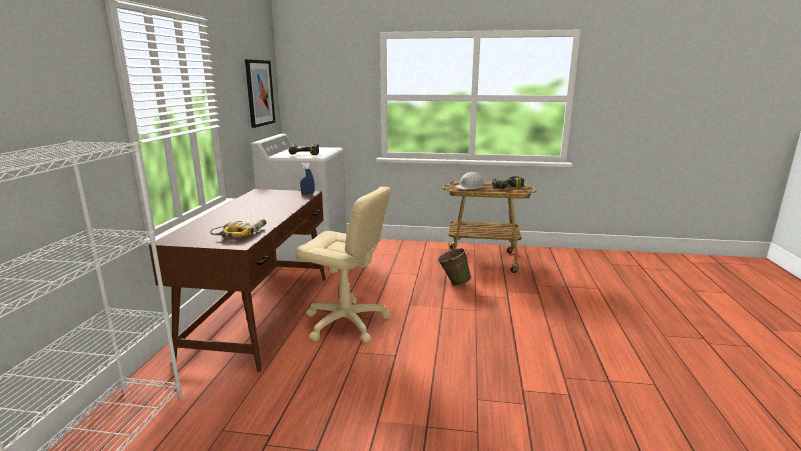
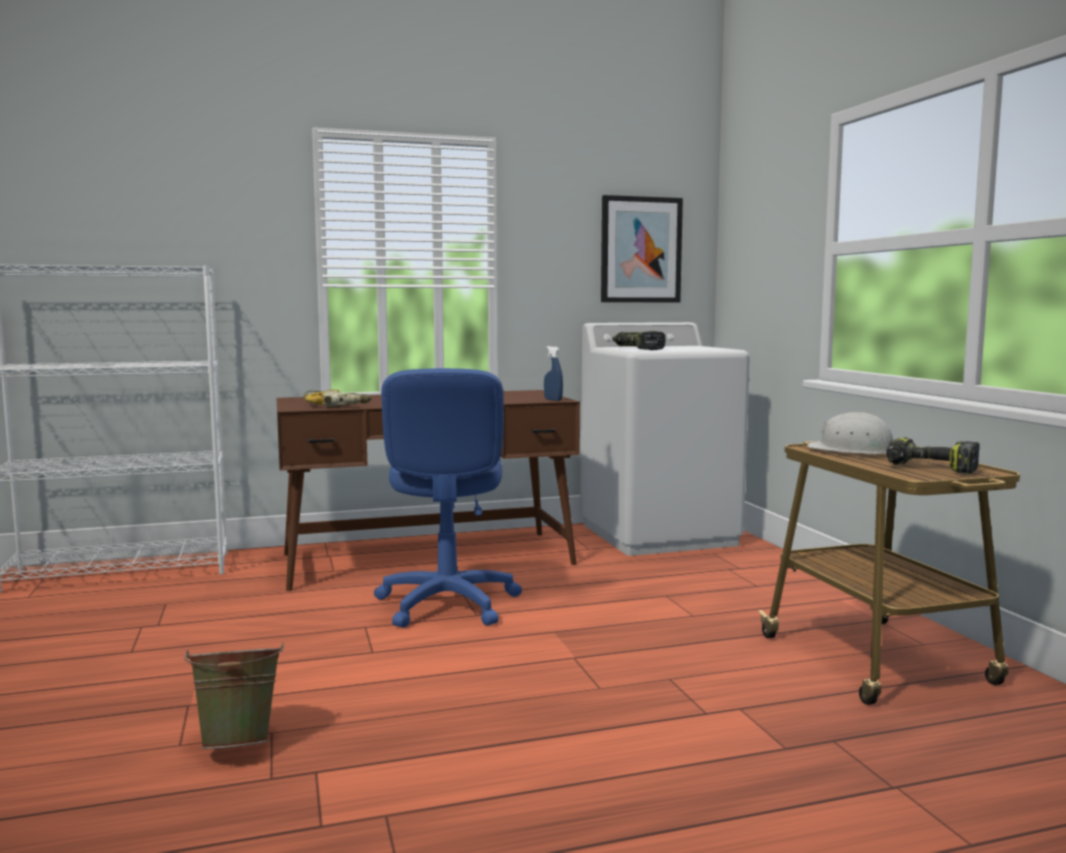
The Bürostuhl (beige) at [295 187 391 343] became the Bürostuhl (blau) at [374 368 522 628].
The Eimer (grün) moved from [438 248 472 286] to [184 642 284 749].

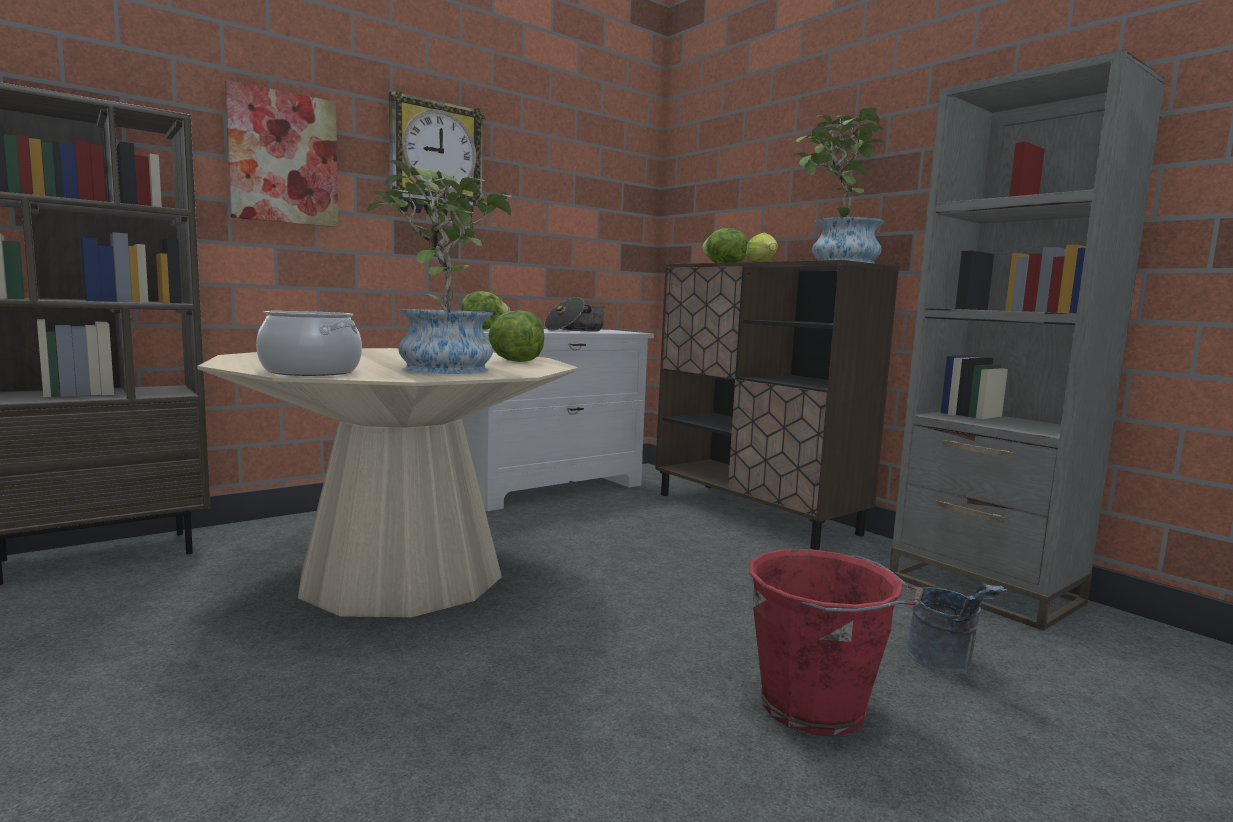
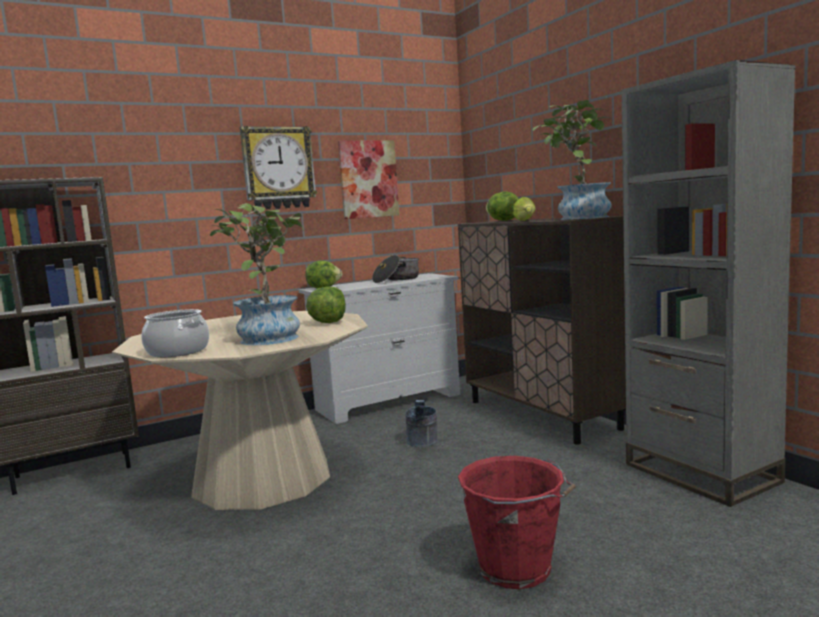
The Bild moved from [225 80 338 227] to [338 140 399 219].
The Eimer (grau) moved from [906 584 1008 673] to [405 400 437 447].

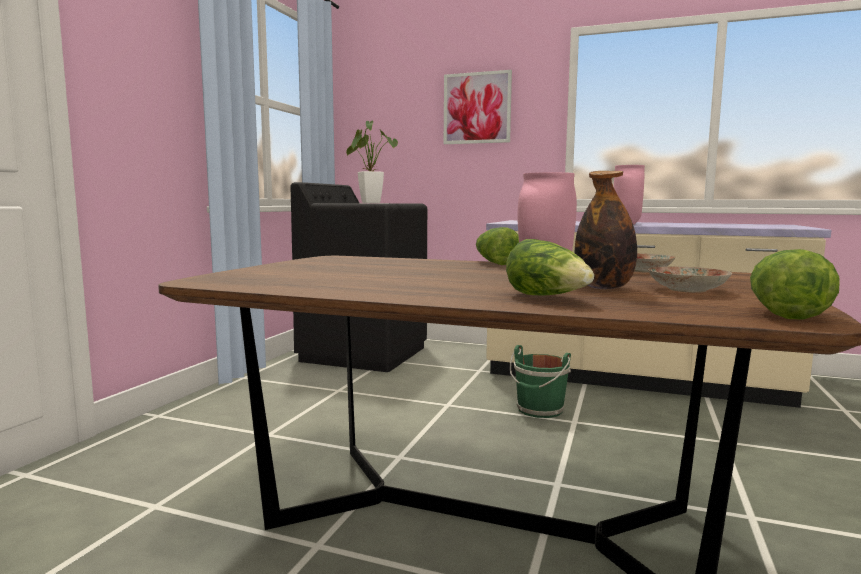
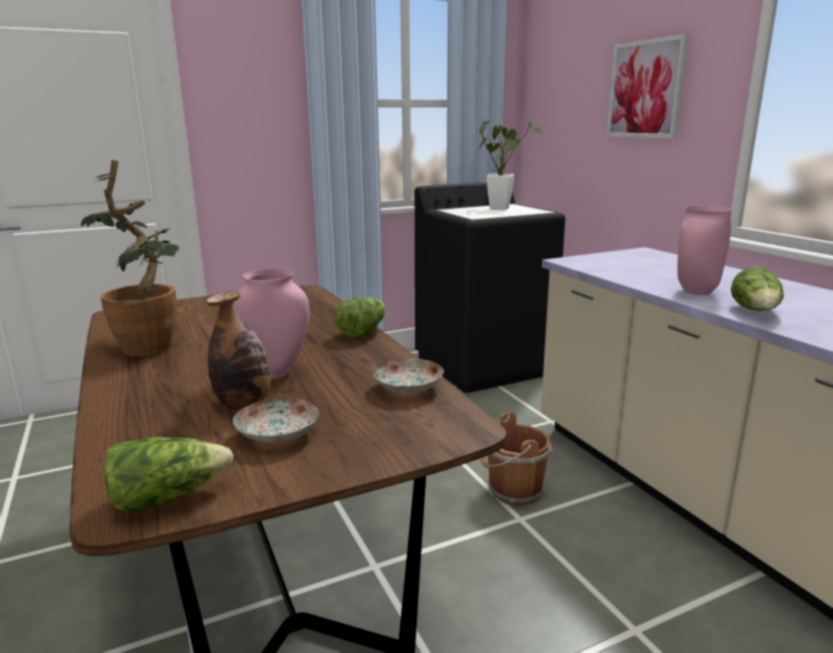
The Salatkopf moved from [506 239 594 295] to [731 266 784 311].
The Eimer (grün) at [510 345 571 418] became the Eimer (braun) at [480 412 553 505].
The Topfpflanze at [81 160 179 356] appeared.

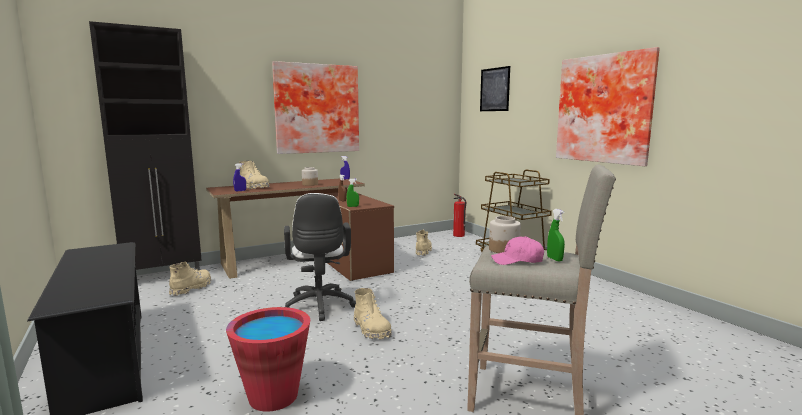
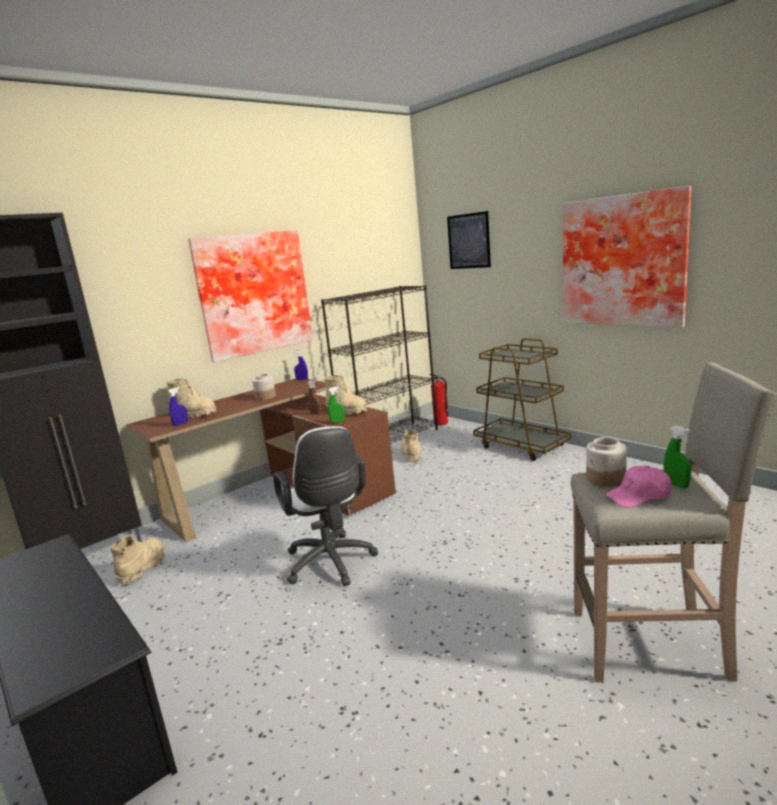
The Eimer (rot) at [226 307 310 412] disappeared.
The Stiefel (beige) moved from [354 288 392 340] to [324 375 367 415].
The Bücherregal (schwarz) at [321 285 438 443] appeared.

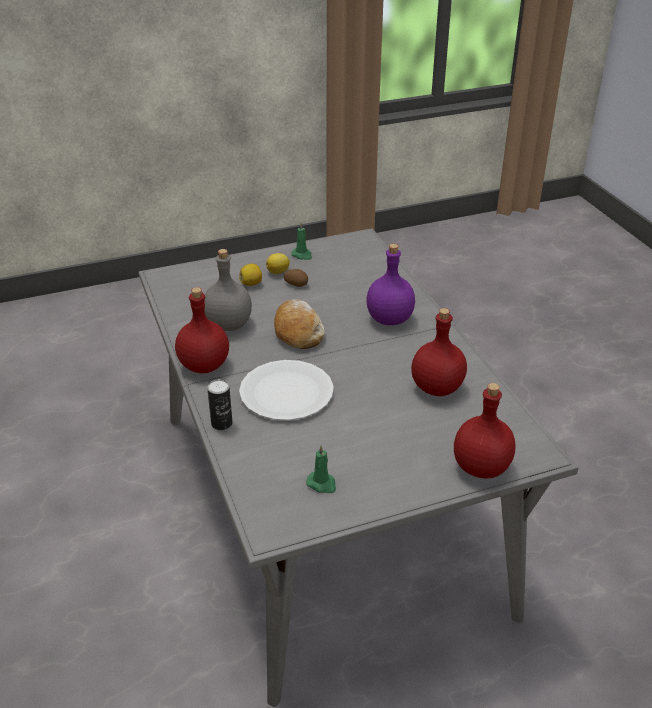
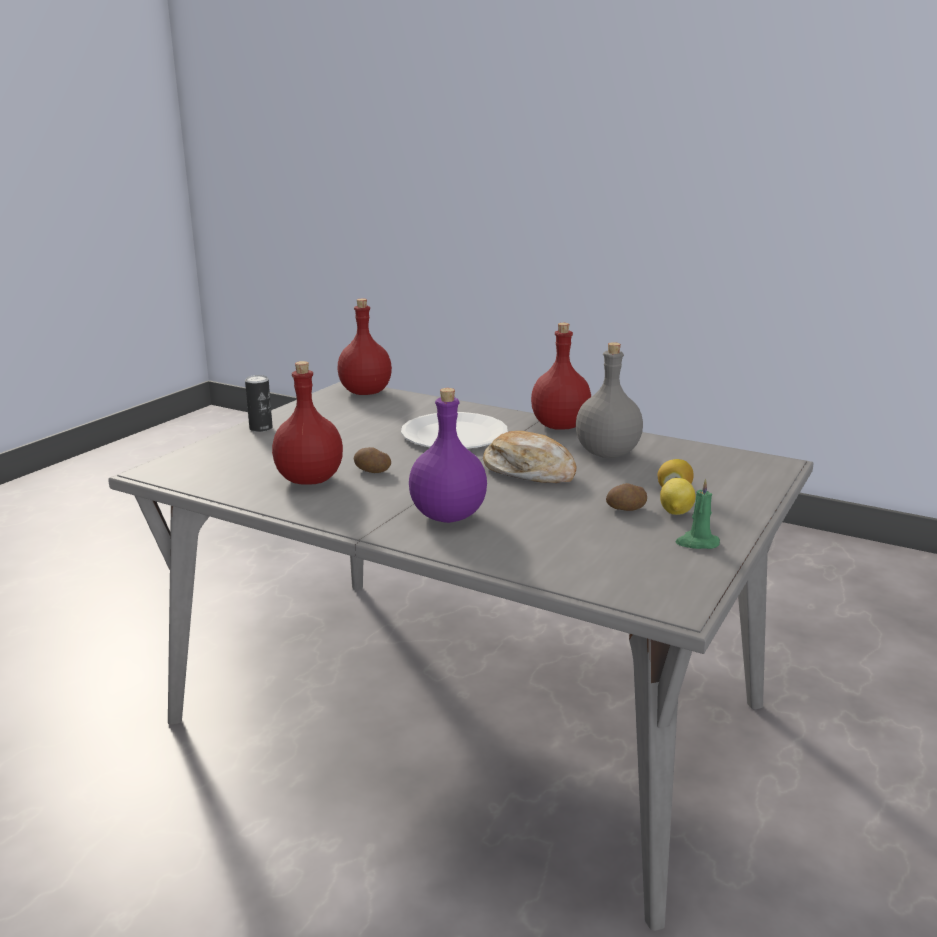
The Dose moved from [207 379 233 430] to [245 375 273 432].
The Kerze (grün) at [306 445 336 493] disappeared.
The Flasche (rot) moved from [454 383 515 479] to [337 299 392 395].
The Kartoffel at [354 447 391 473] appeared.

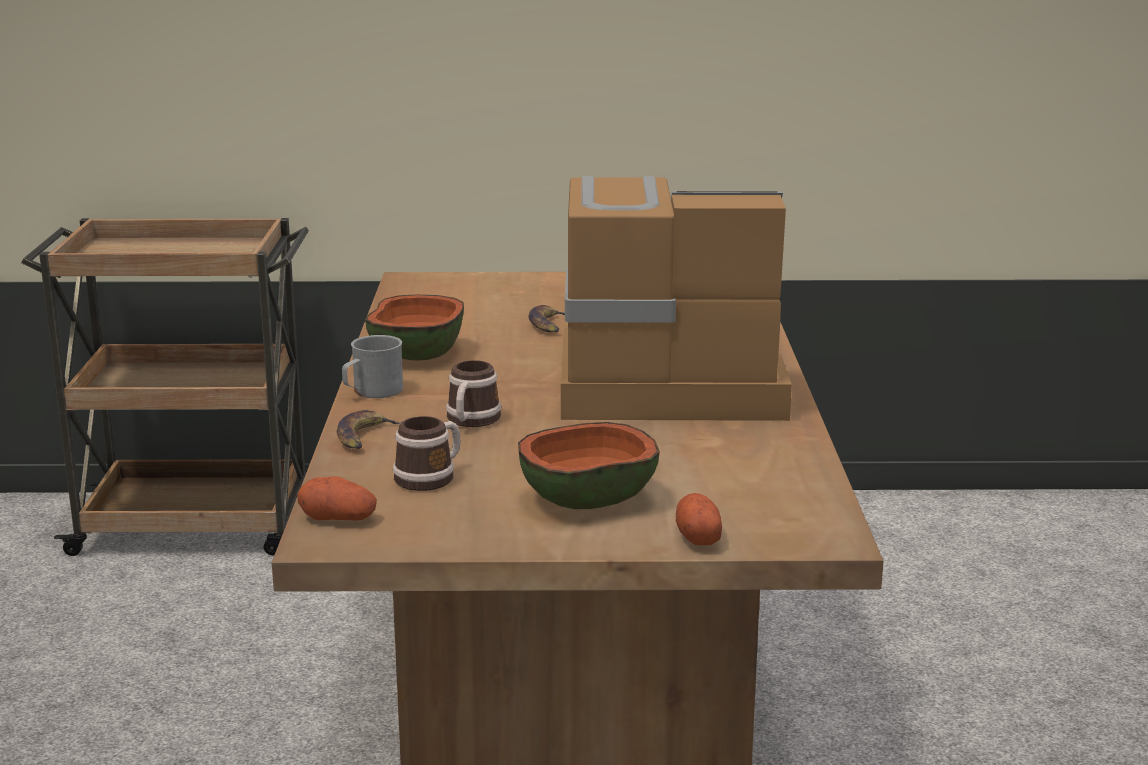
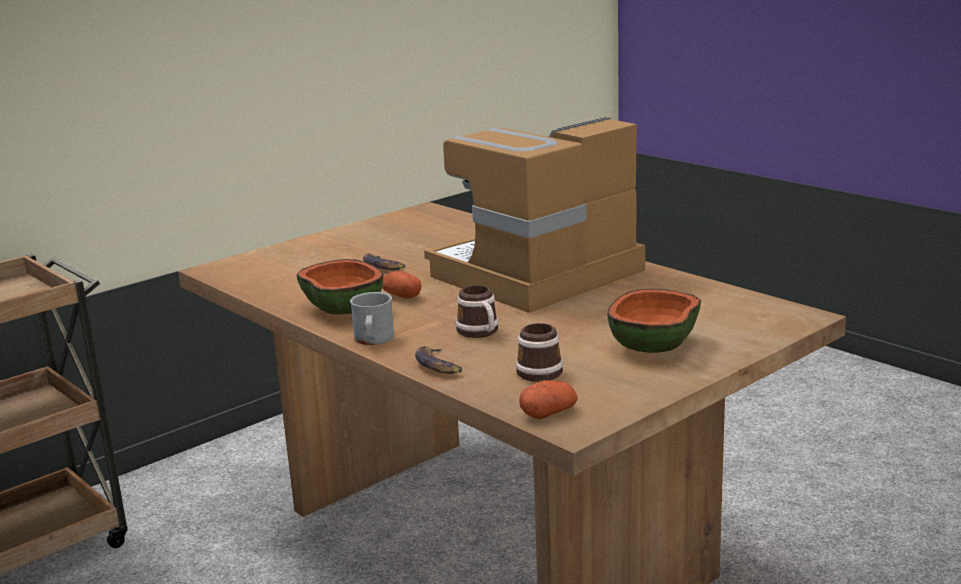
The Kartoffel moved from [676 493 722 545] to [382 271 421 299].

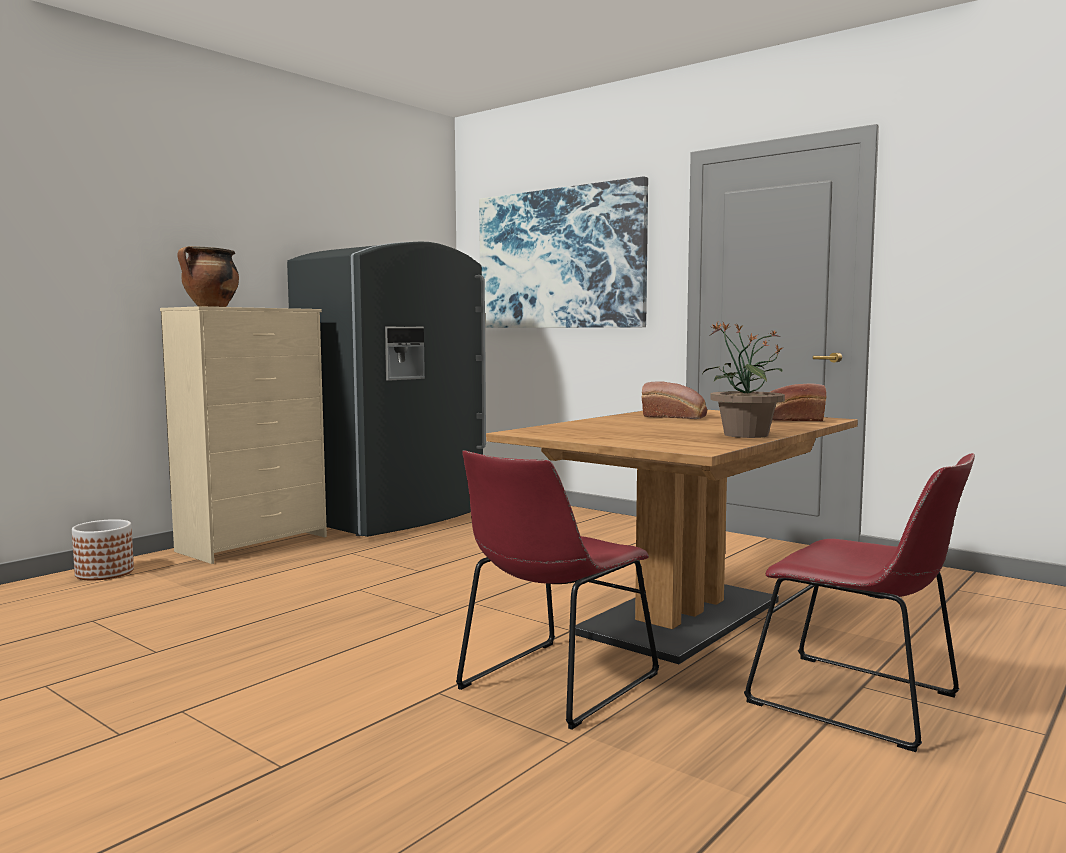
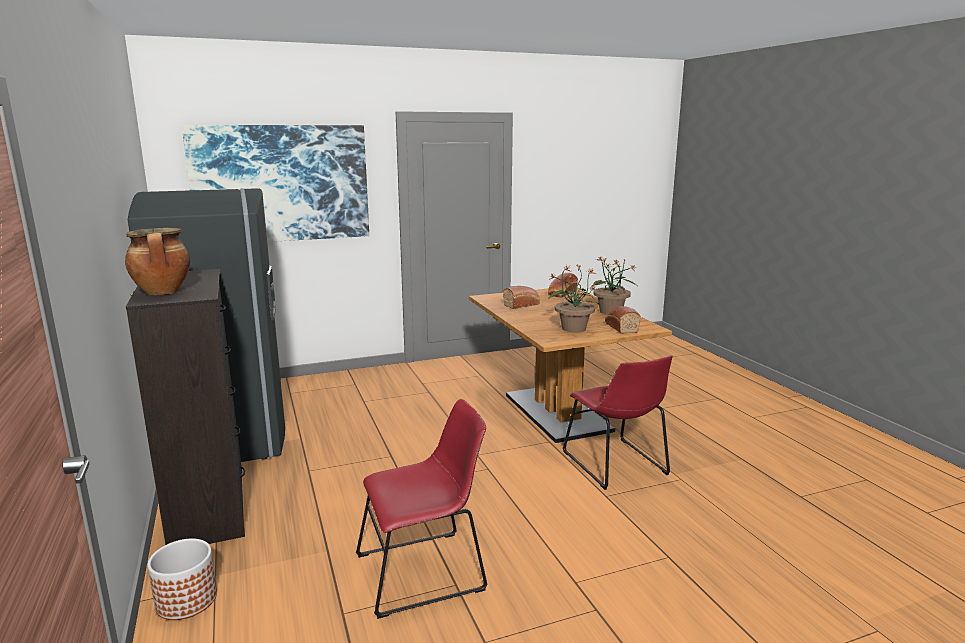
The Kommode (beige) at [160 306 327 564] became the Kommode (schwarz) at [126 269 245 545].
The Stuhl (rot) moved from [744 453 975 752] to [356 399 488 619].
The Topfpflanze at [548 264 600 332] appeared.
The Brot at [605 306 641 334] appeared.

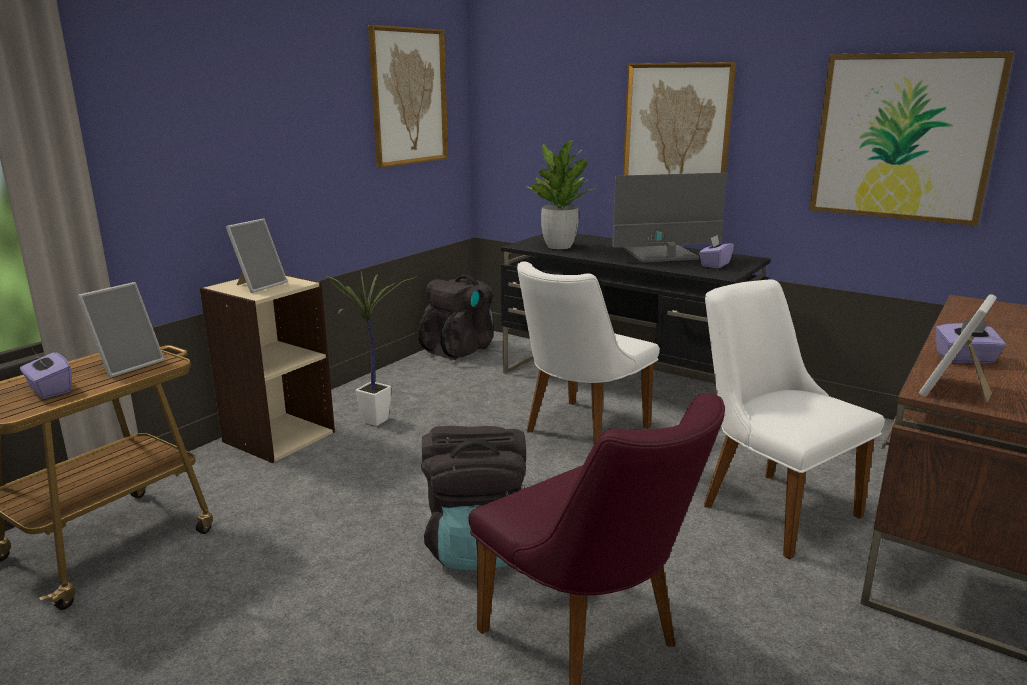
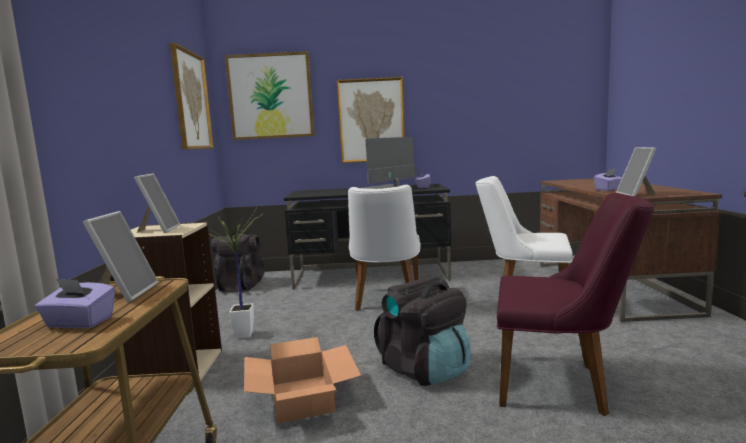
The Topfpflanze at [527 140 595 249] disappeared.
The Bild moved from [809 51 1015 226] to [225 51 315 140].
The Karton at [244 337 361 423] appeared.

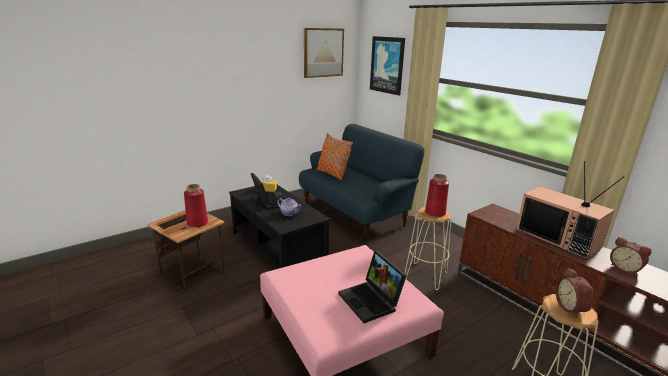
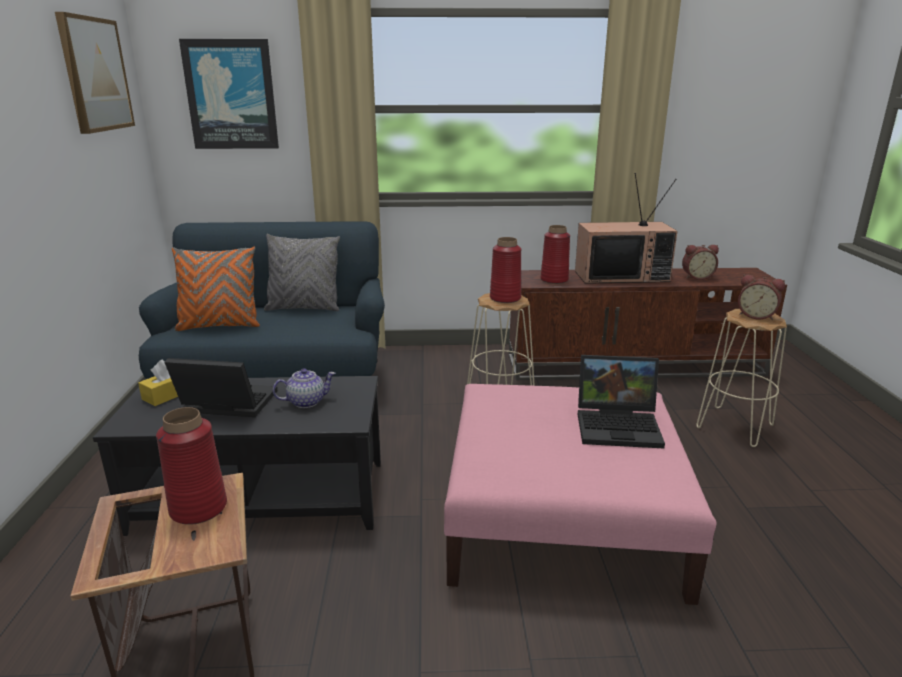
The Kissen (grau) at [264 234 340 311] appeared.
The Vase (rot) at [541 225 570 284] appeared.

